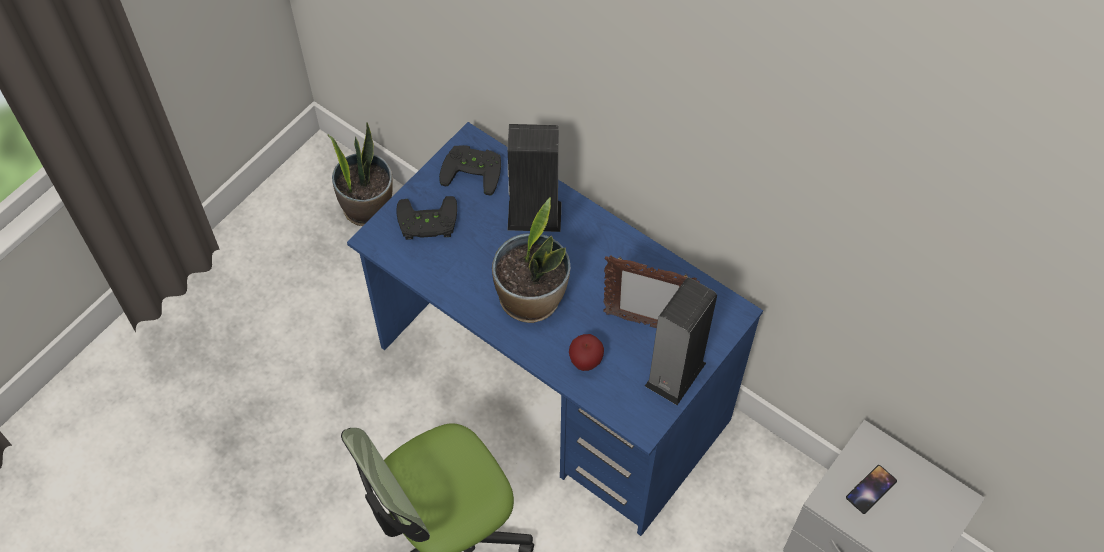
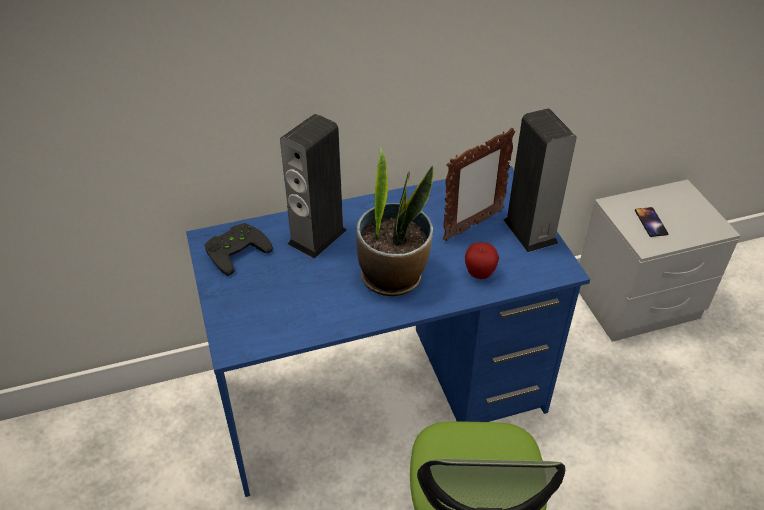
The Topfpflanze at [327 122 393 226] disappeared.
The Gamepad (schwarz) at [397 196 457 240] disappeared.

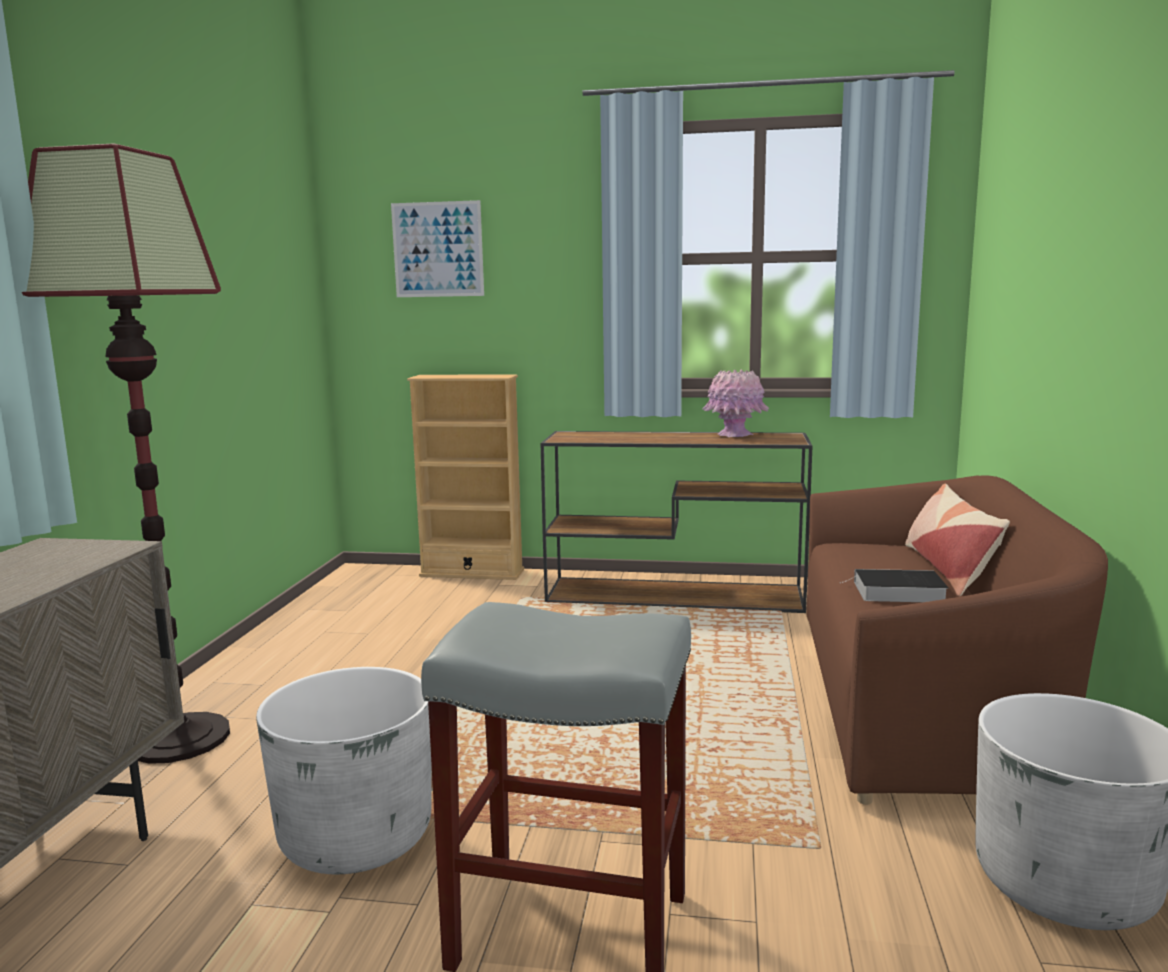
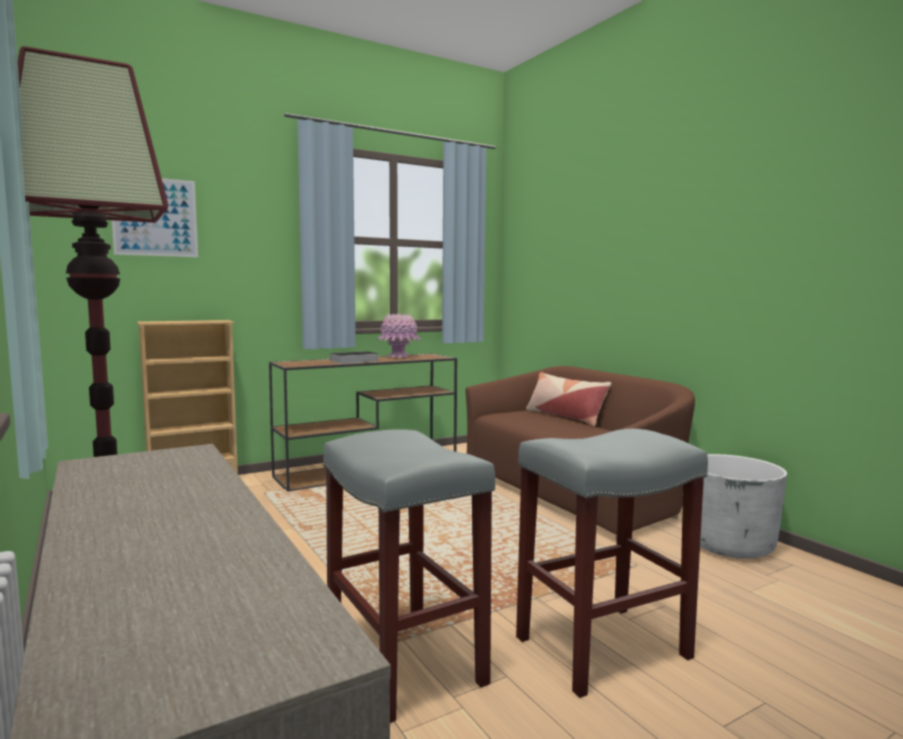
The Pflanzkübel (weiß) at [256 667 432 874] was replaced by the Hocker (grau) at [323 429 495 723].
The Buch moved from [840 569 948 602] to [328 351 379 364].

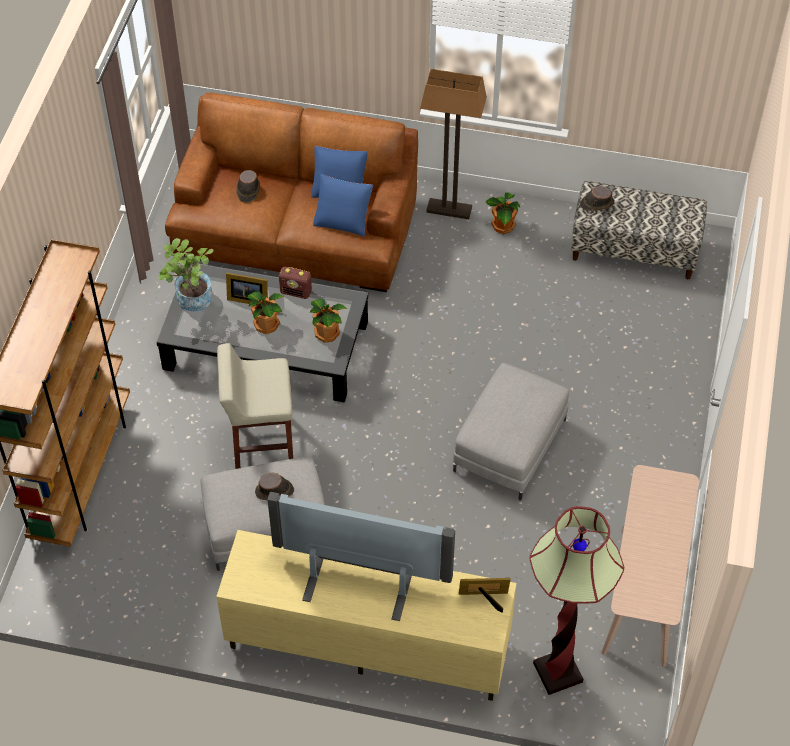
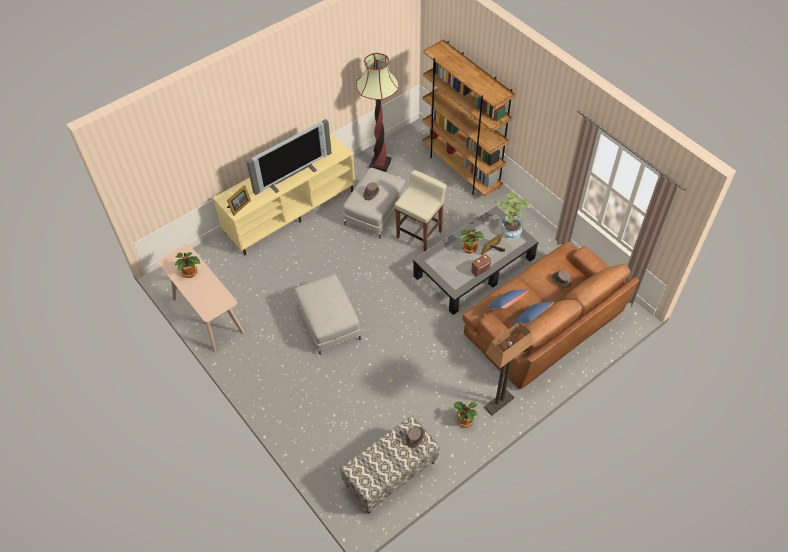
The Topfpflanze moved from [310 299 347 343] to [175 252 201 278].
The Stehlampe moved from [529 506 624 695] to [356 53 399 172].

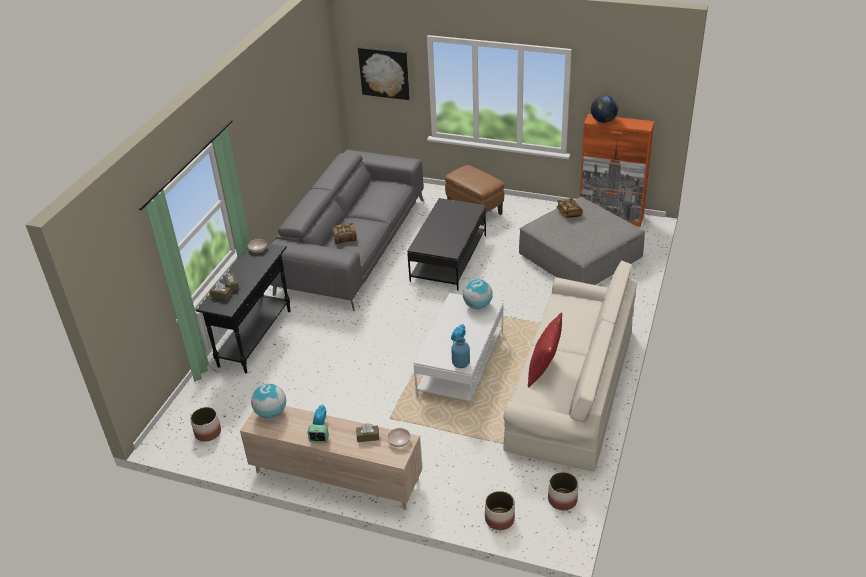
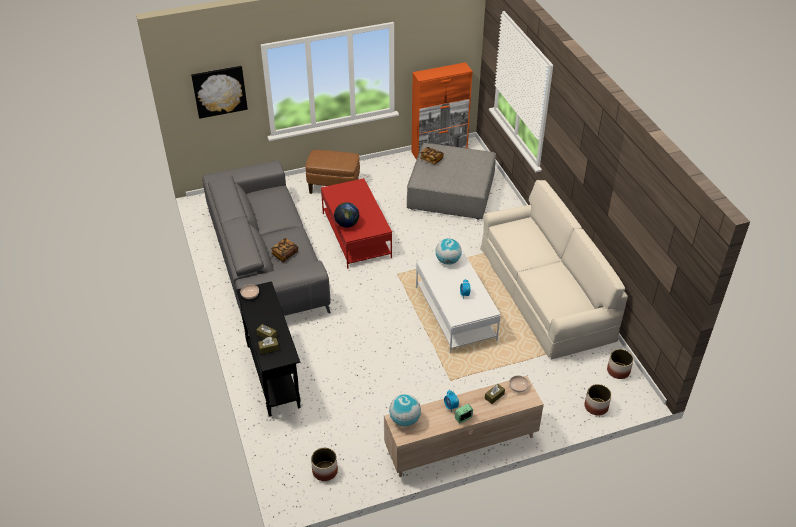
The Couchtisch (schwarz) at [407 198 486 290] became the Couchtisch (rot) at [321 178 392 269].
The Vase (blau) at [452 337 470 368] disappeared.
The Kissen (rot) at [528 312 562 388] disappeared.
The Globus moved from [591 95 618 123] to [334 202 359 228].

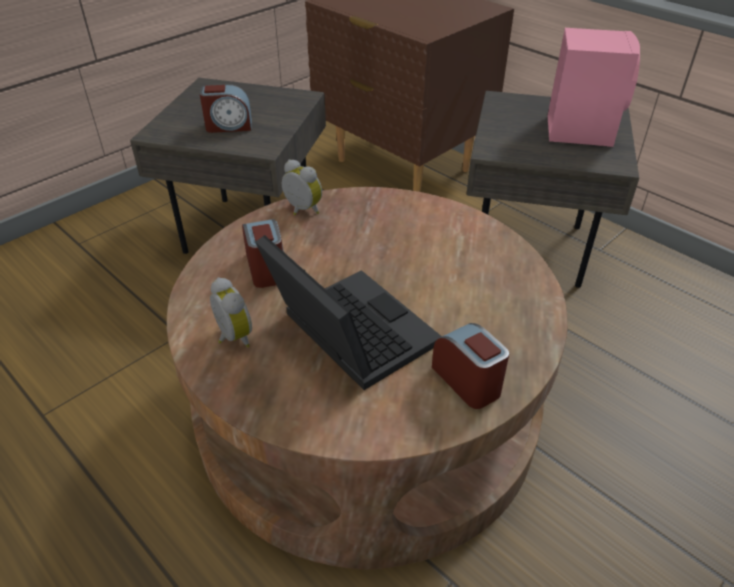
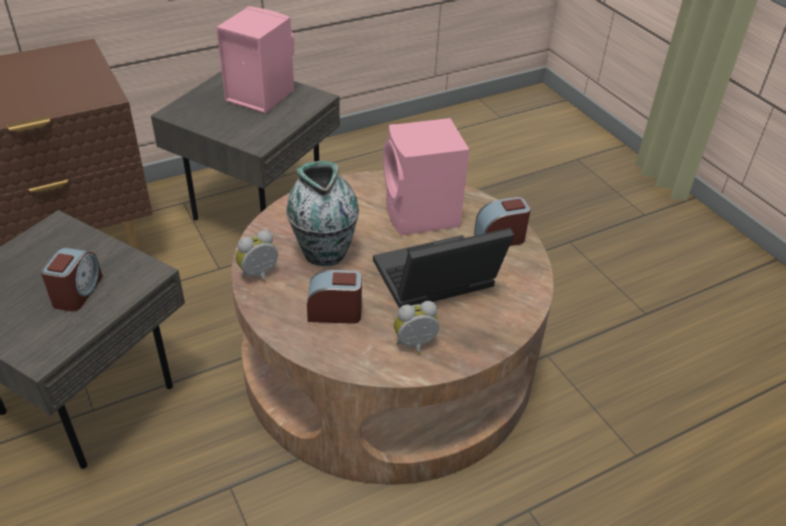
The Vase at [286 161 359 266] appeared.
The Lautsprecher (rosa) at [383 118 469 236] appeared.

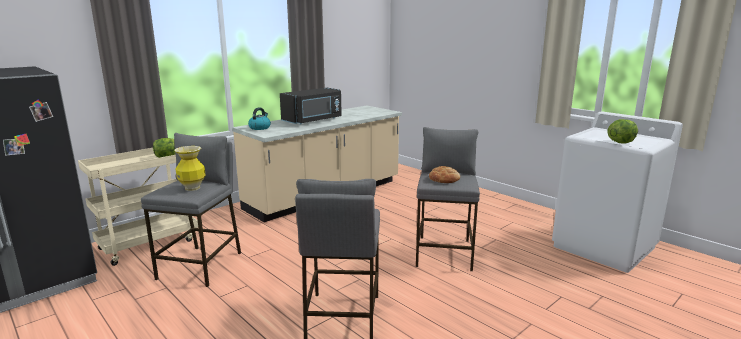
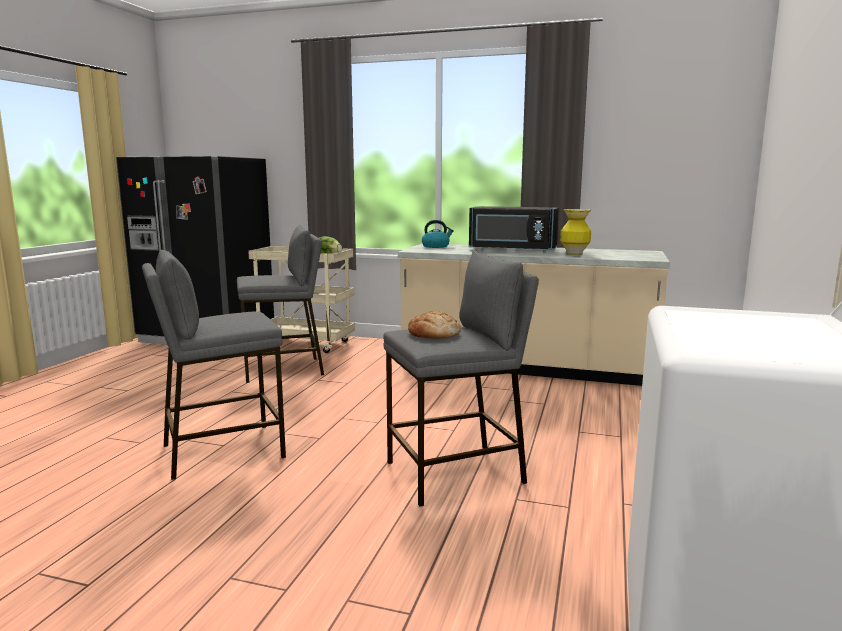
The Vase moved from [174 146 206 191] to [560 209 591 256].
The Salatkopf at [608 119 638 144] disappeared.

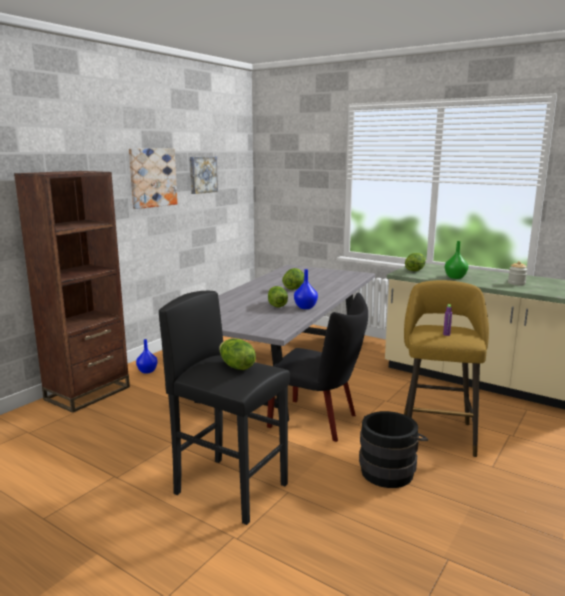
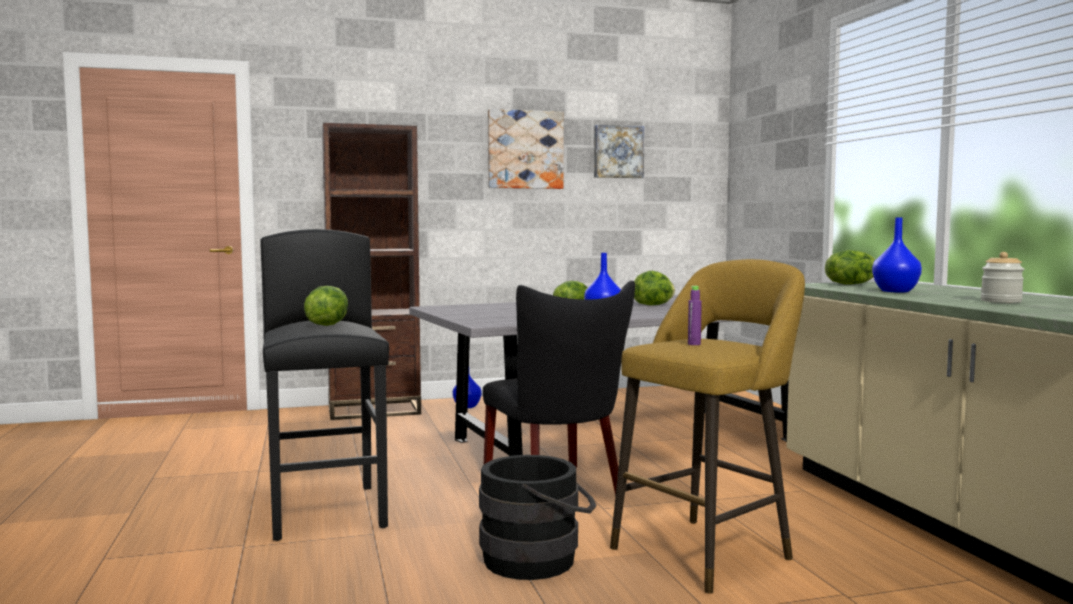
The Vase (grün) at [445 241 468 279] became the Vase (blau) at [872 218 922 293].

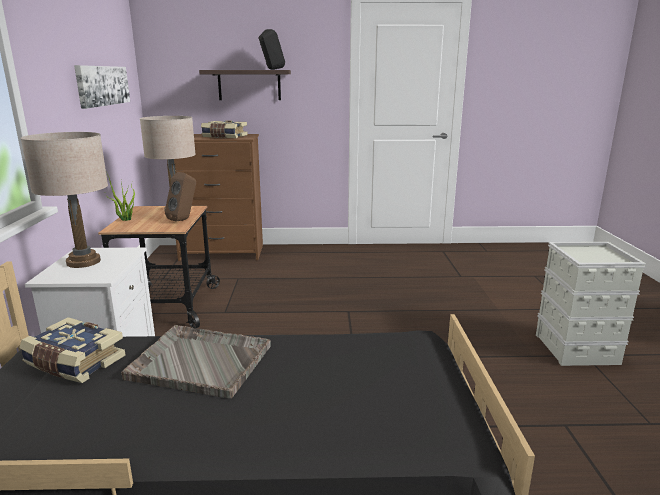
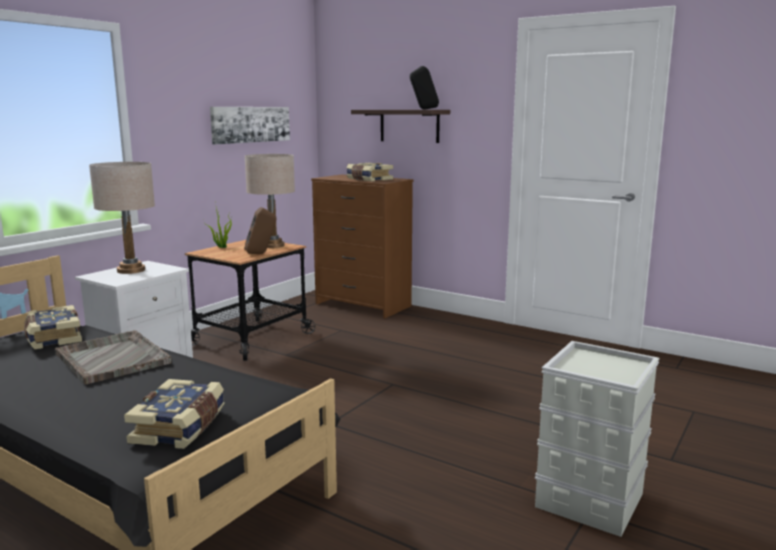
The Buch at [124 379 225 449] appeared.

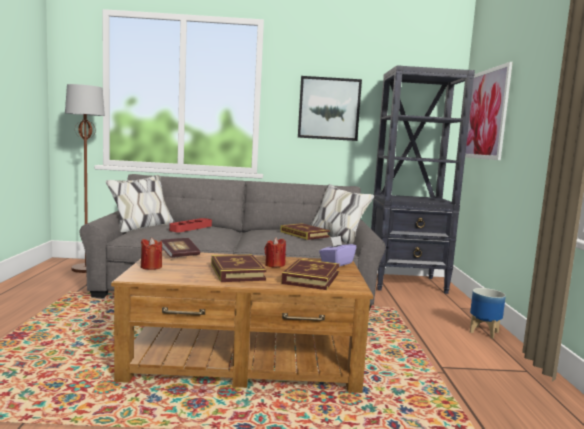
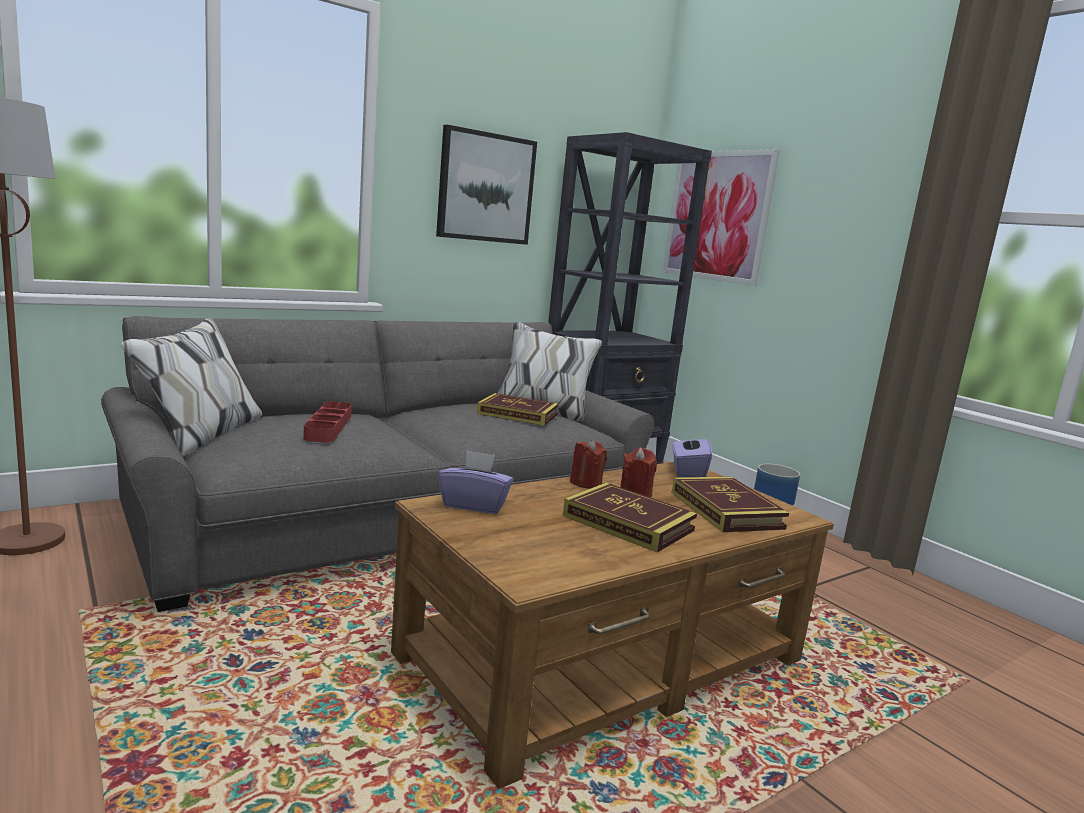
The Kerze (rot) moved from [141 237 162 270] to [570 439 607 489].
The Buch at [160 238 200 258] was replaced by the Taschentuchbox (lila) at [438 450 513 514].

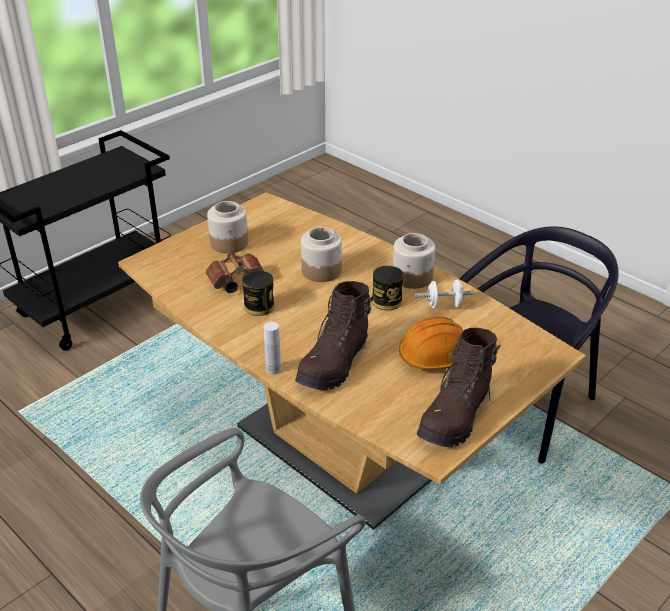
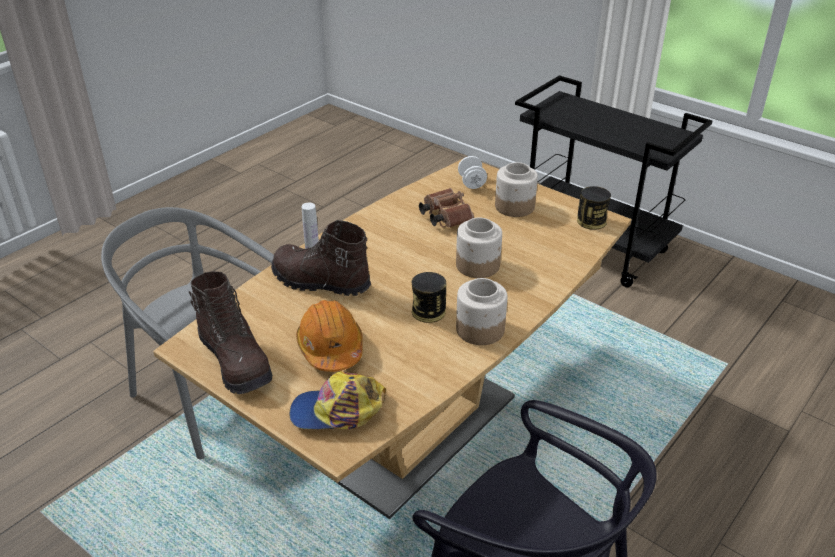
The Dose moved from [242 271 275 316] to [577 186 611 230].
The Hantel (weiß) moved from [415 280 475 309] to [458 156 487 189].
The Stiefel (braun) at [417 328 500 447] turned 150 degrees counterclockwise.
The Kappe at [289 371 386 429] appeared.

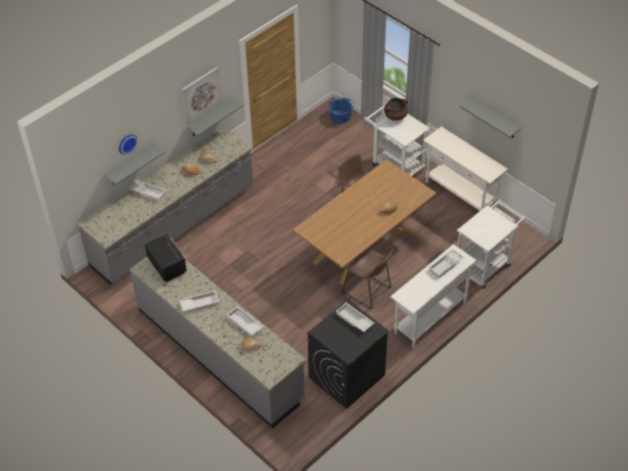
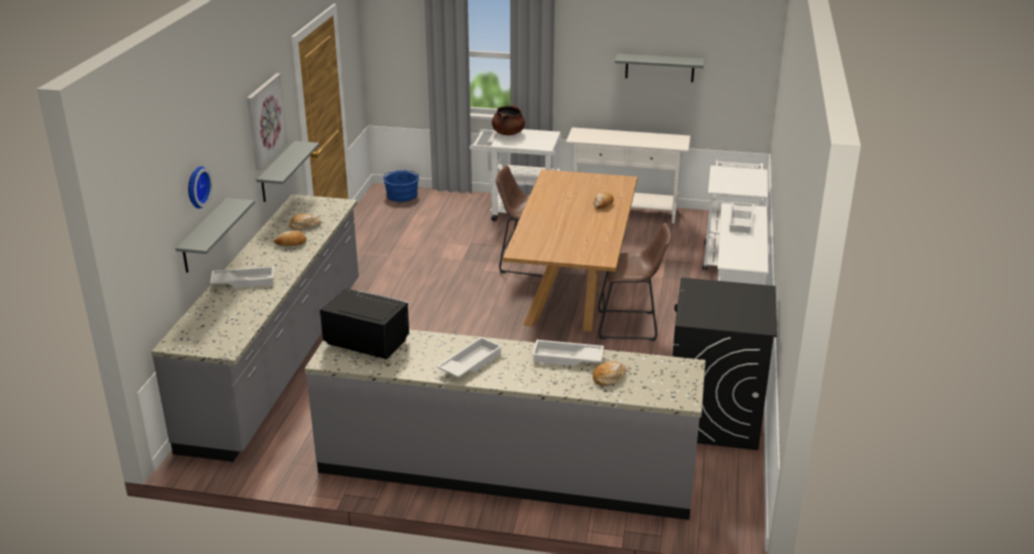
The Tablett (weiß) at [336 303 374 332] disappeared.

